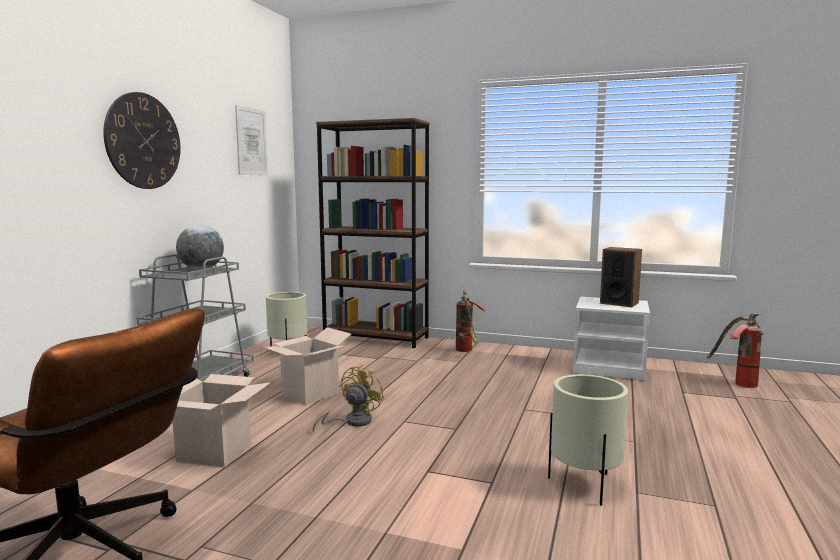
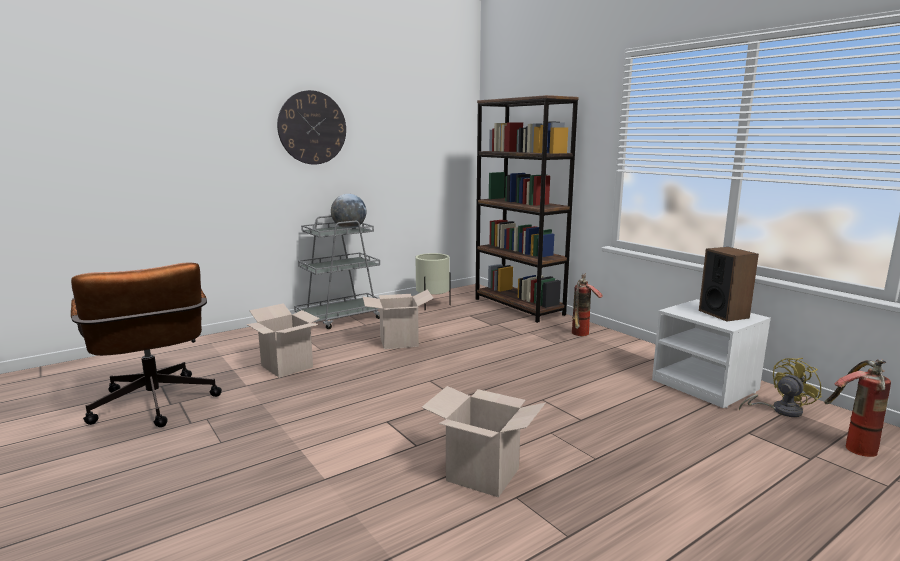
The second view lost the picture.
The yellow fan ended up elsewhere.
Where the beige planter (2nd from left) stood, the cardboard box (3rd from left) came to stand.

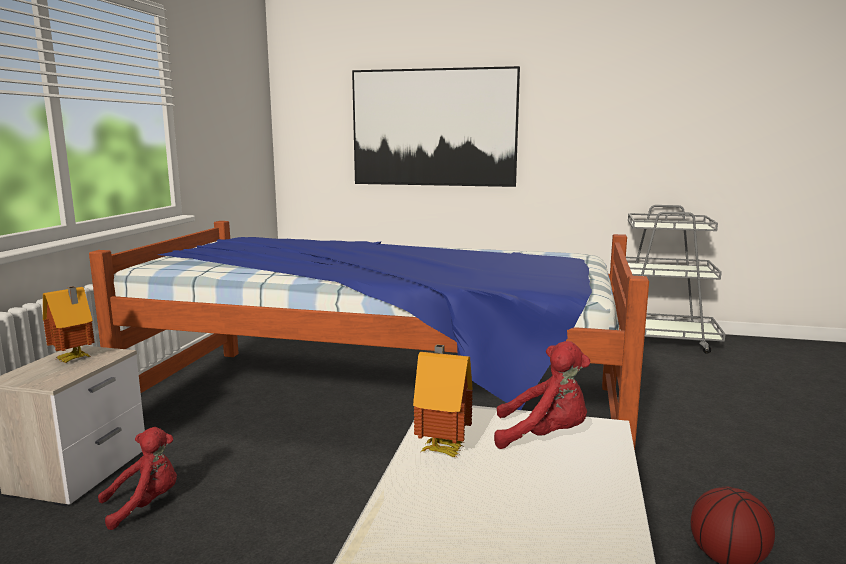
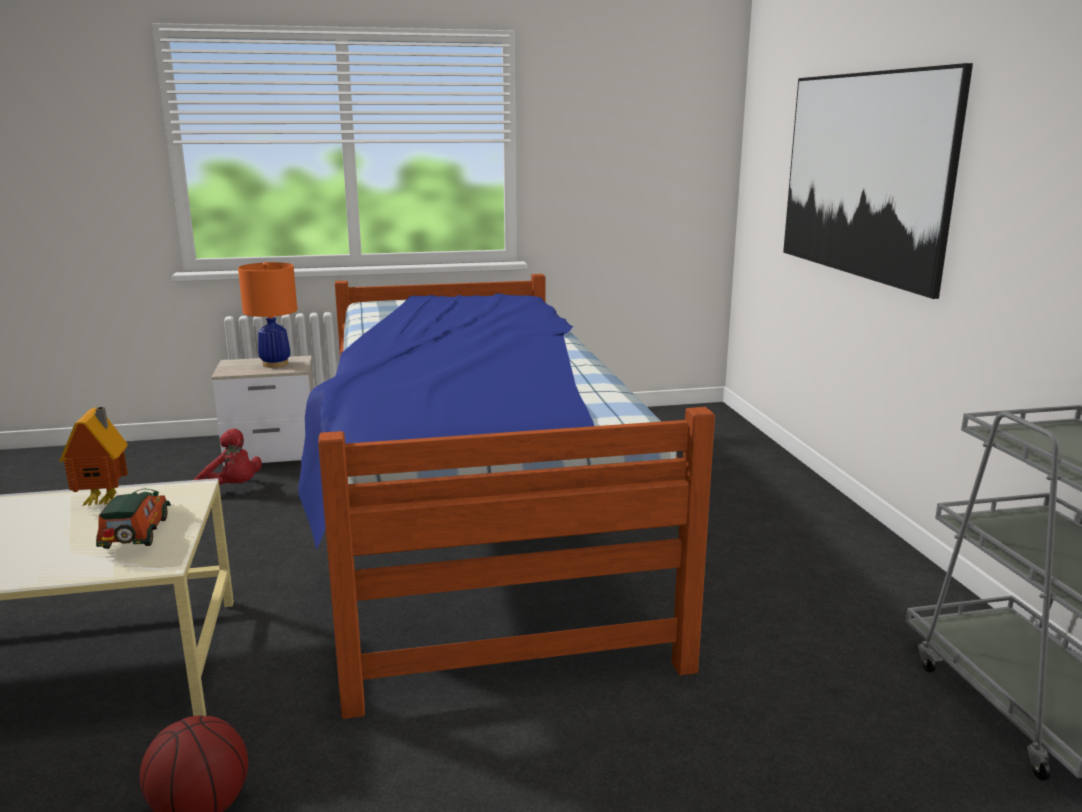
Where the toy house (1st from left) stood, the orange table lamp came to stand.
Where the red plush toy (2nd from left) stood, the toy car came to stand.

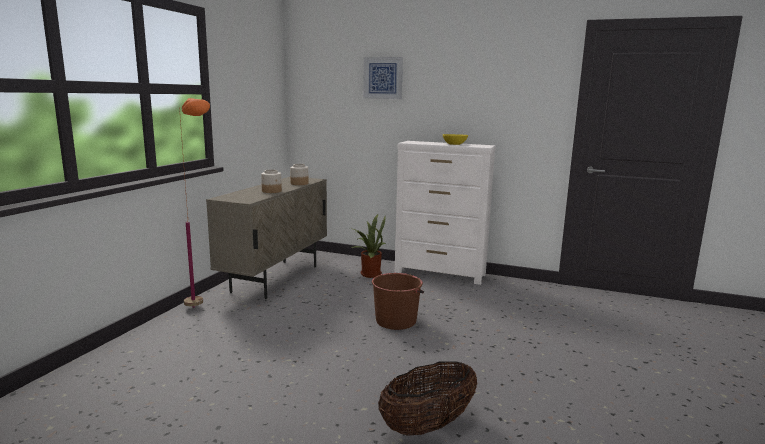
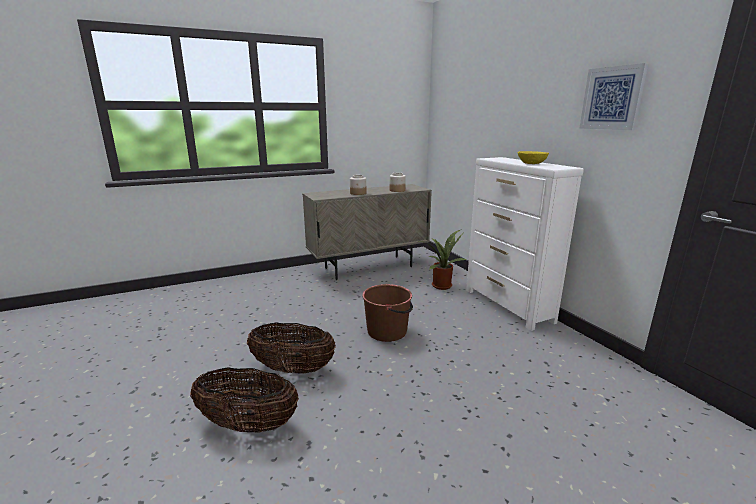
The second view lost the orange floor lamp.
The second view gained the basket (2nd from left).
The picture ended up elsewhere.

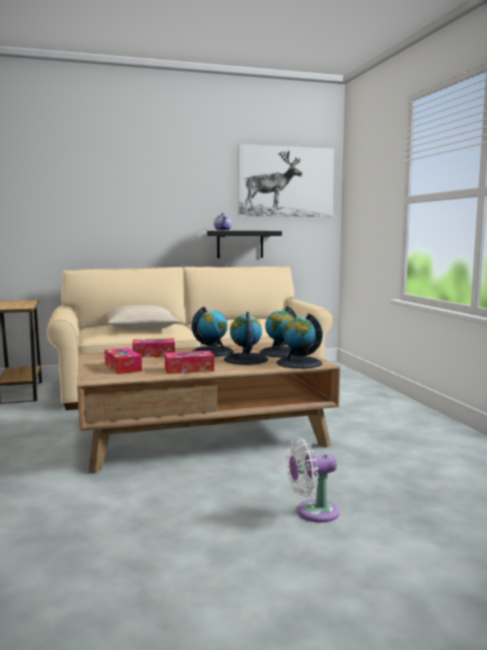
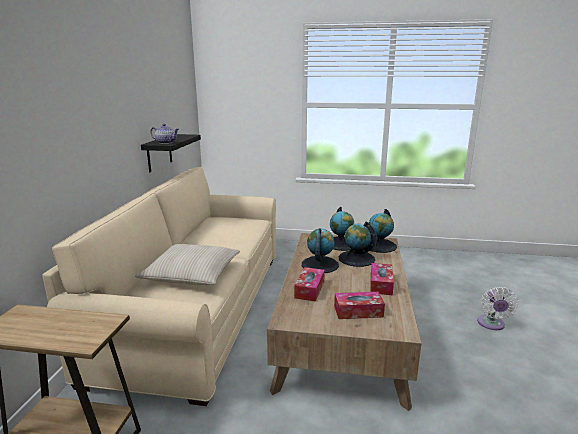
The second view lost the picture.

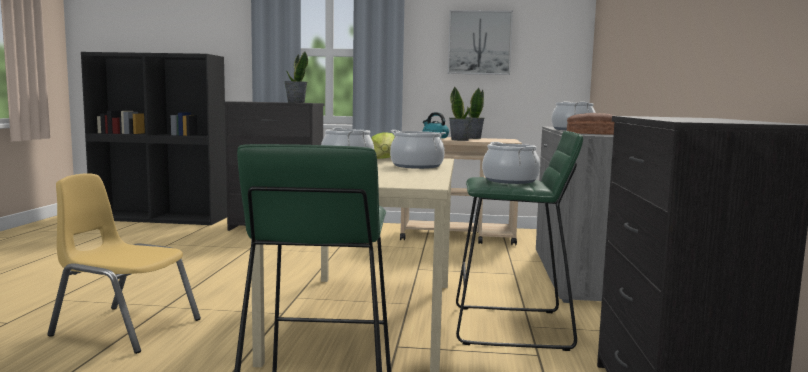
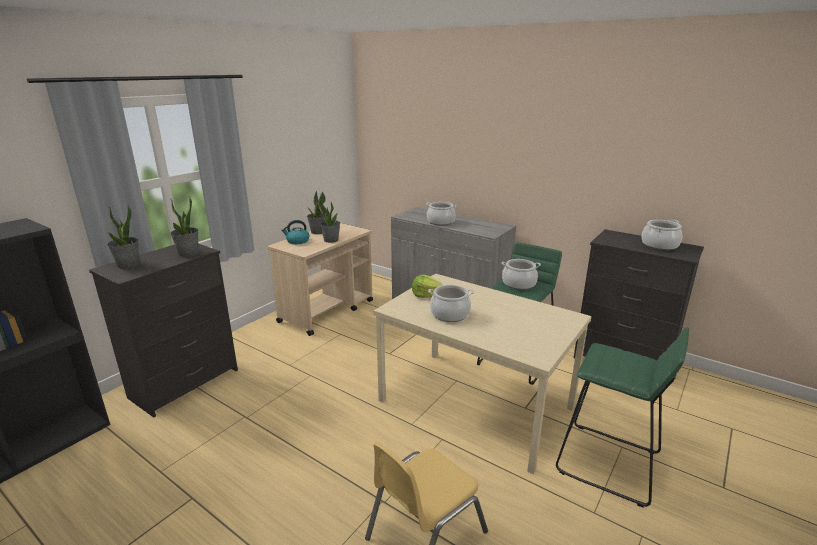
The second view lost the picture.
The second view lost the bread.
The second view gained the potted plant (1st from left).
The cooking pot (2nd from left in the first image) ended up elsewhere.

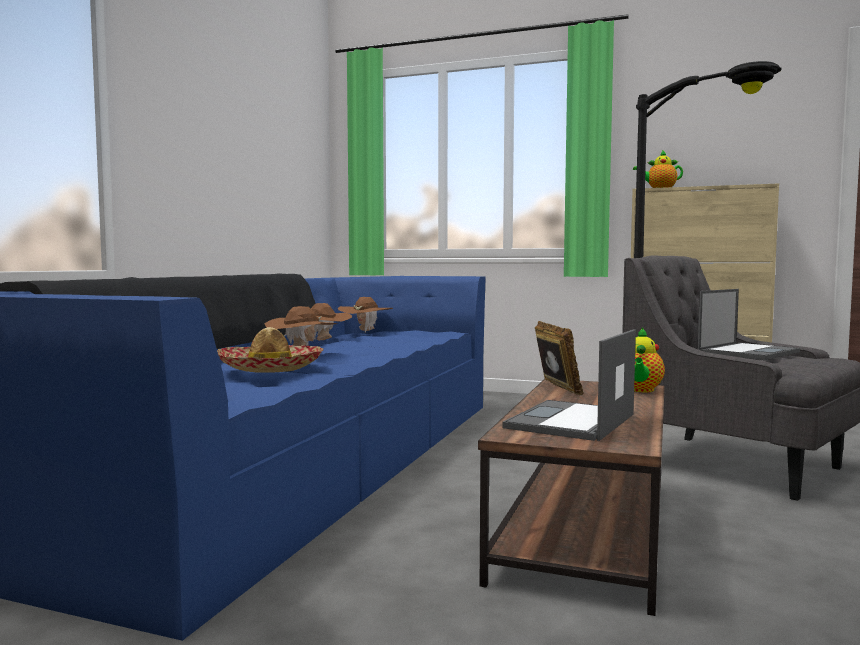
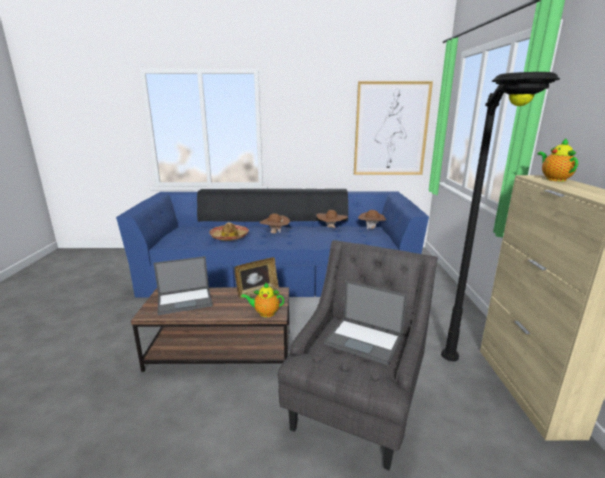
The second view gained the picture.
The laptop (1st from left) ended up facing another way, 150 degrees clockwise from before.

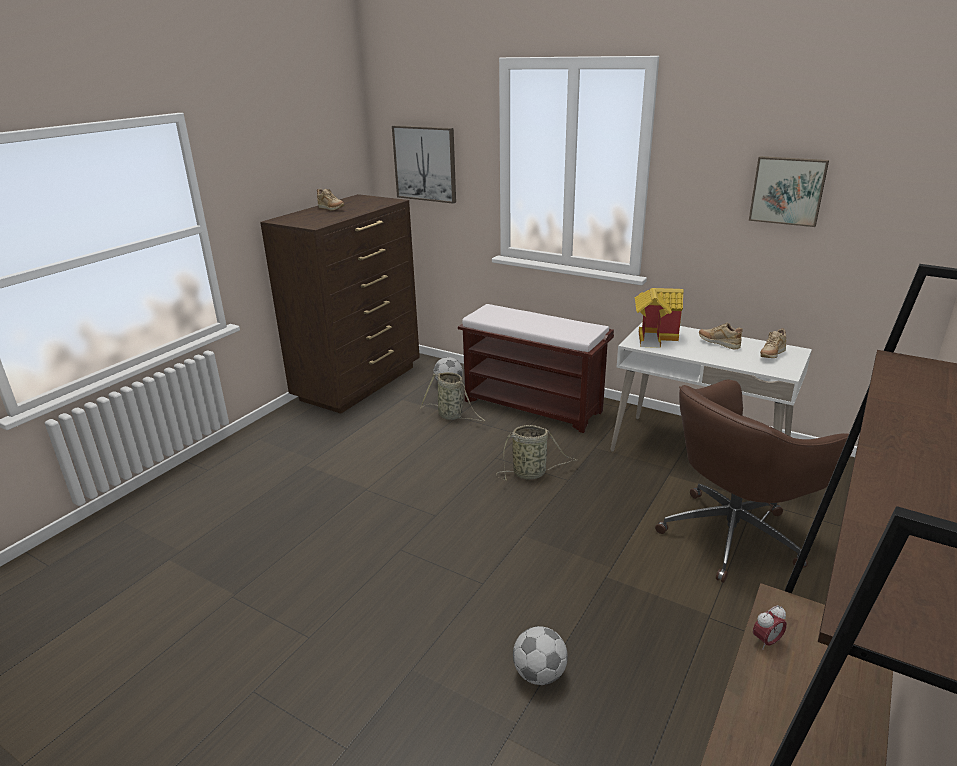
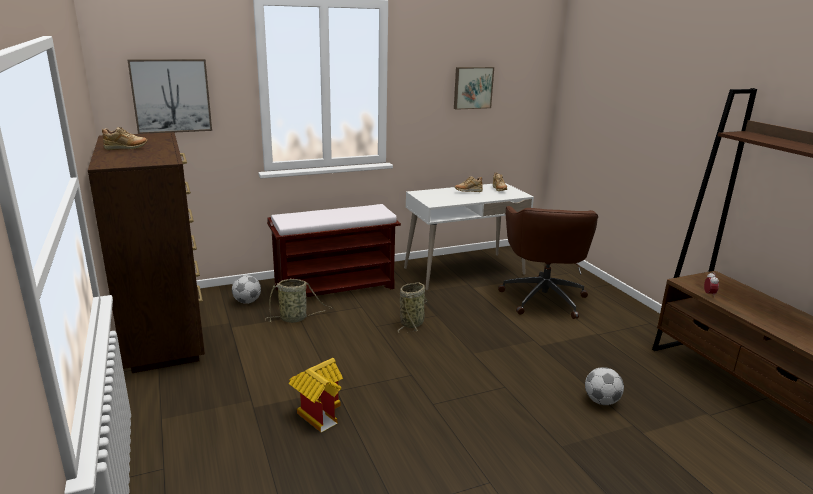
The toy house ended up elsewhere.

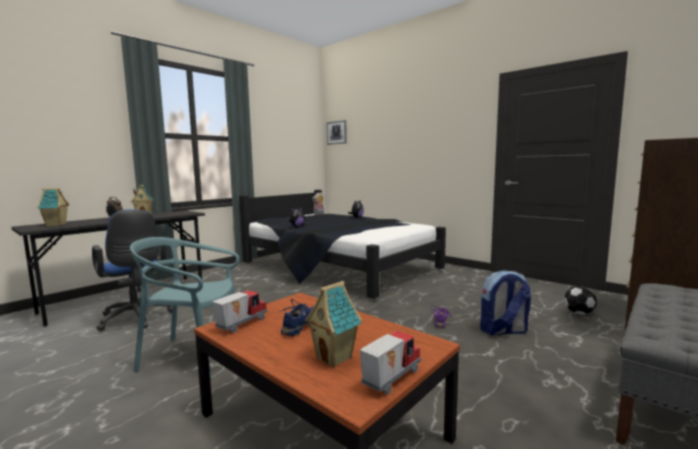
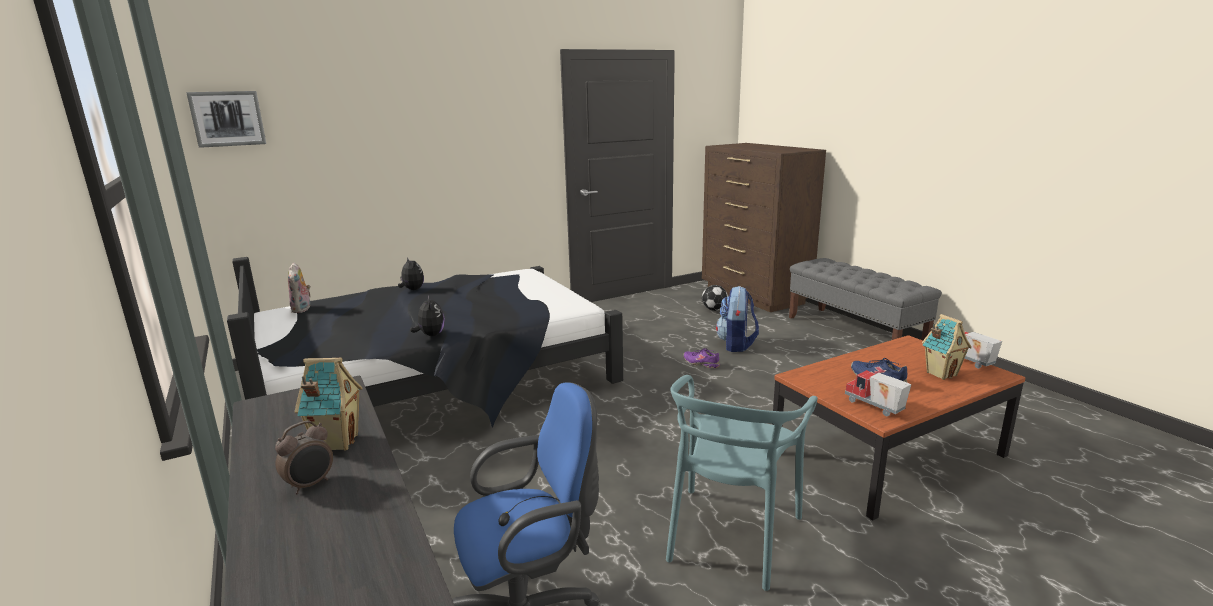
The second view lost the toy house (1st from left).

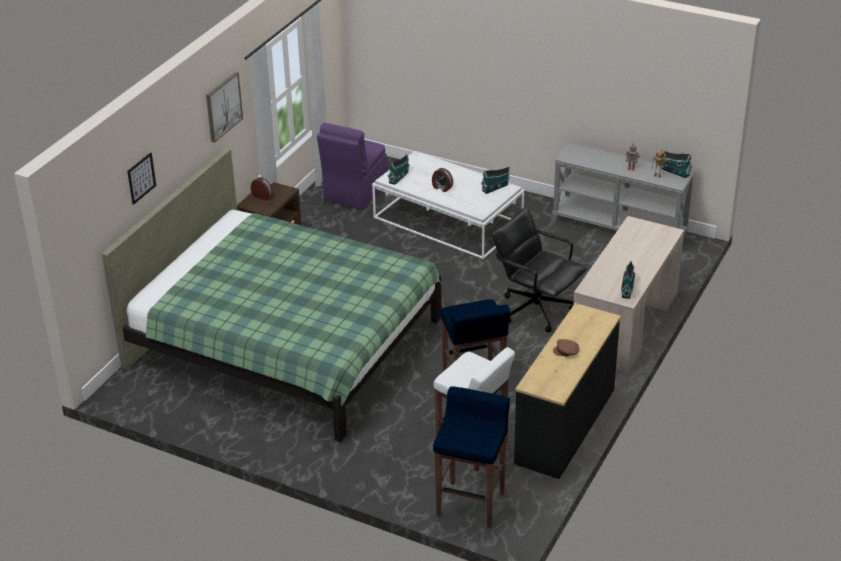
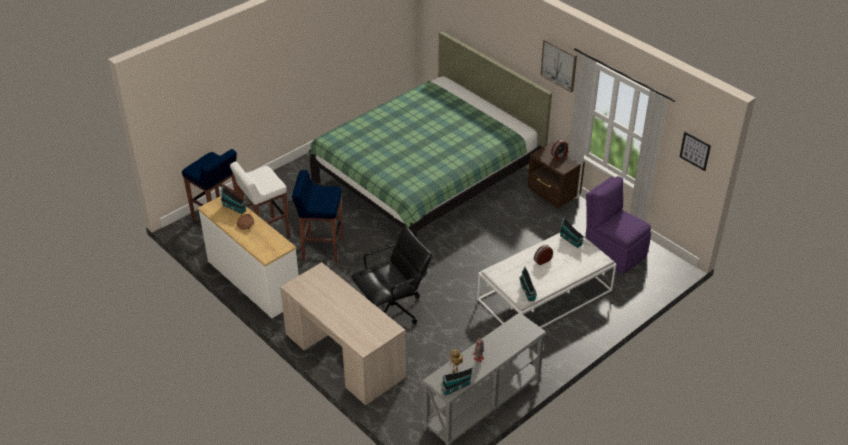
The picture (1st from left in the first image) ended up elsewhere.
The toy house (3rd from left in the first image) ended up elsewhere.
What was the black dresser turned into the white dresser.

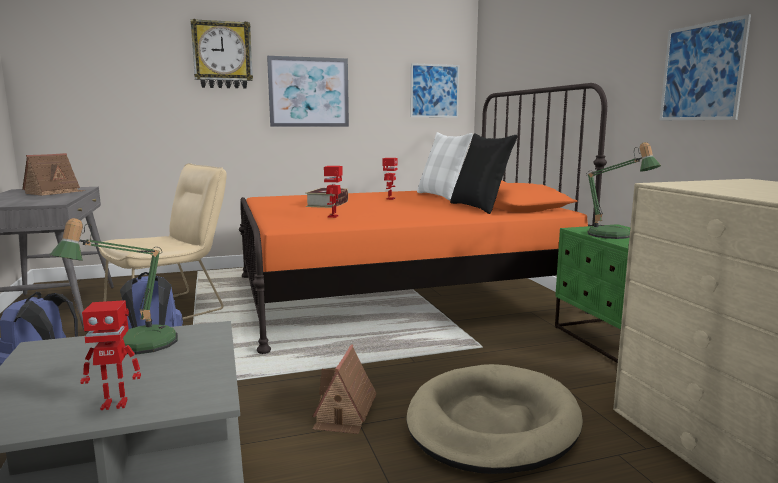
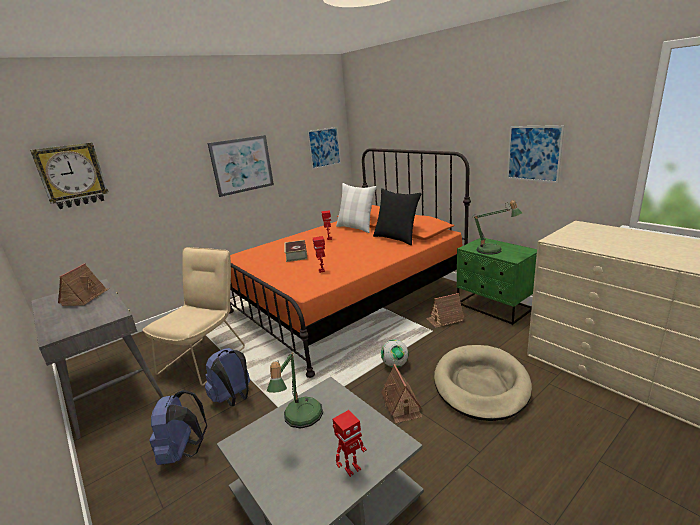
The second view gained the football.
The second view gained the toy house (3rd from left).
The wall clock ended up elsewhere.

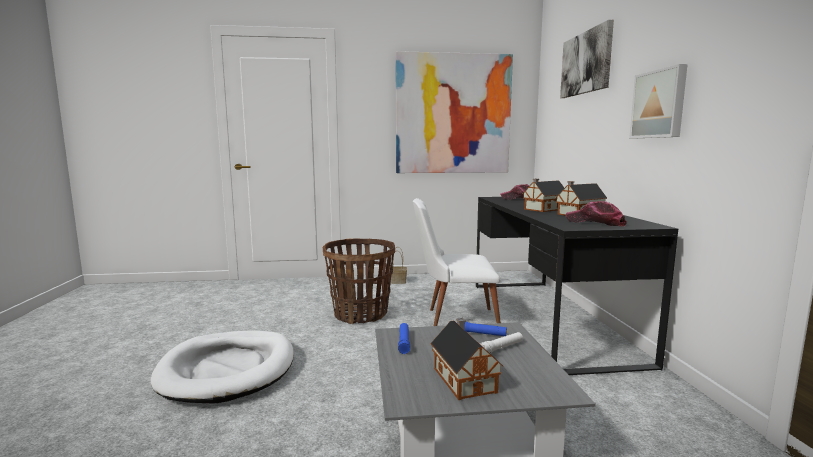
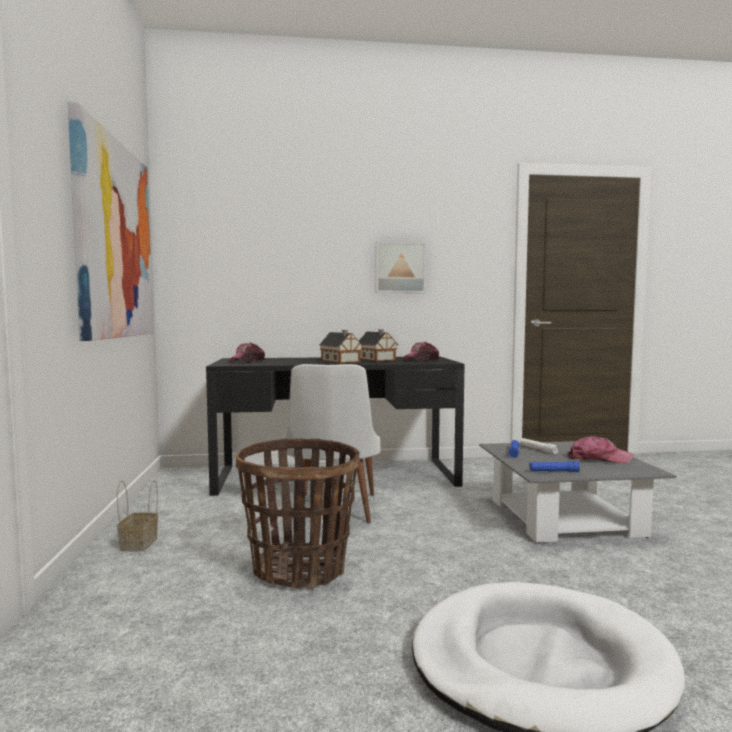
The second view lost the picture (2nd from left).
Where the toy house (1st from left) stood, the cap (3rd from left) came to stand.

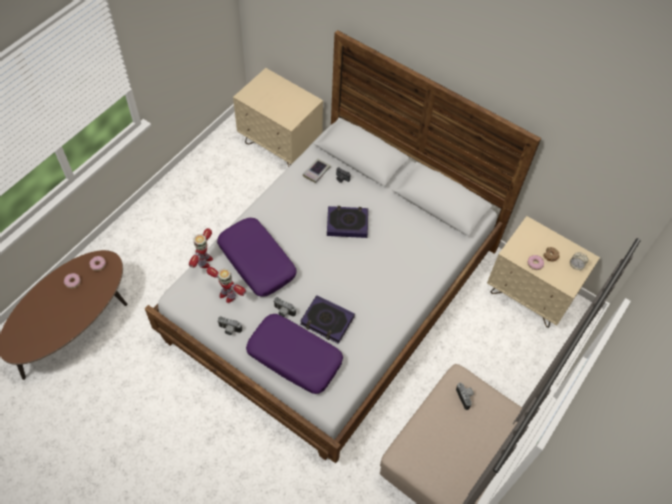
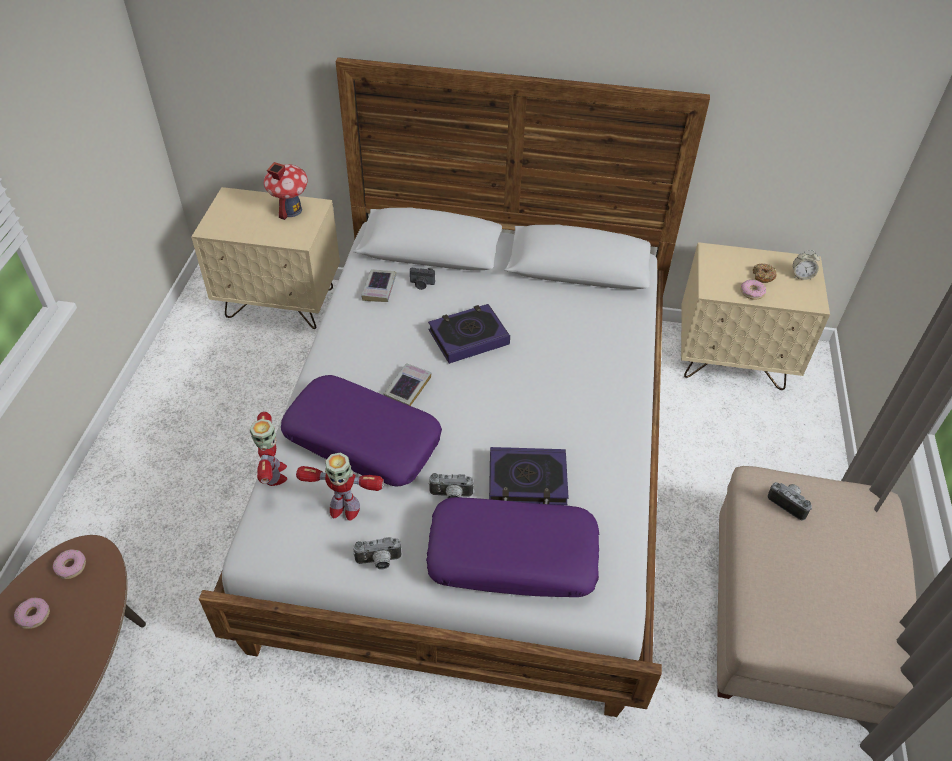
The second view gained the toy house.
The second view gained the book (2nd from left).

